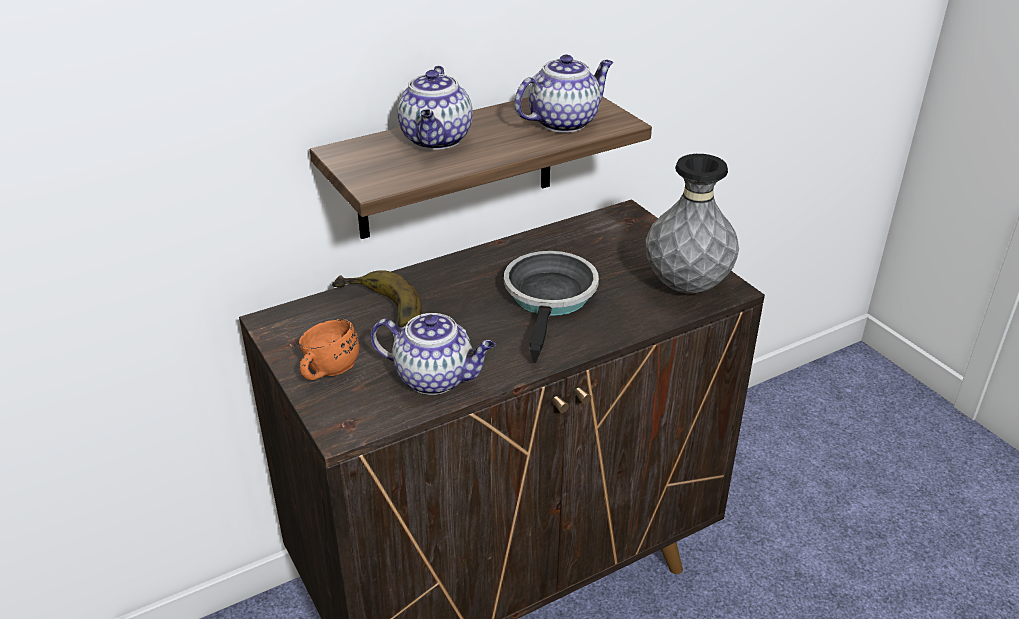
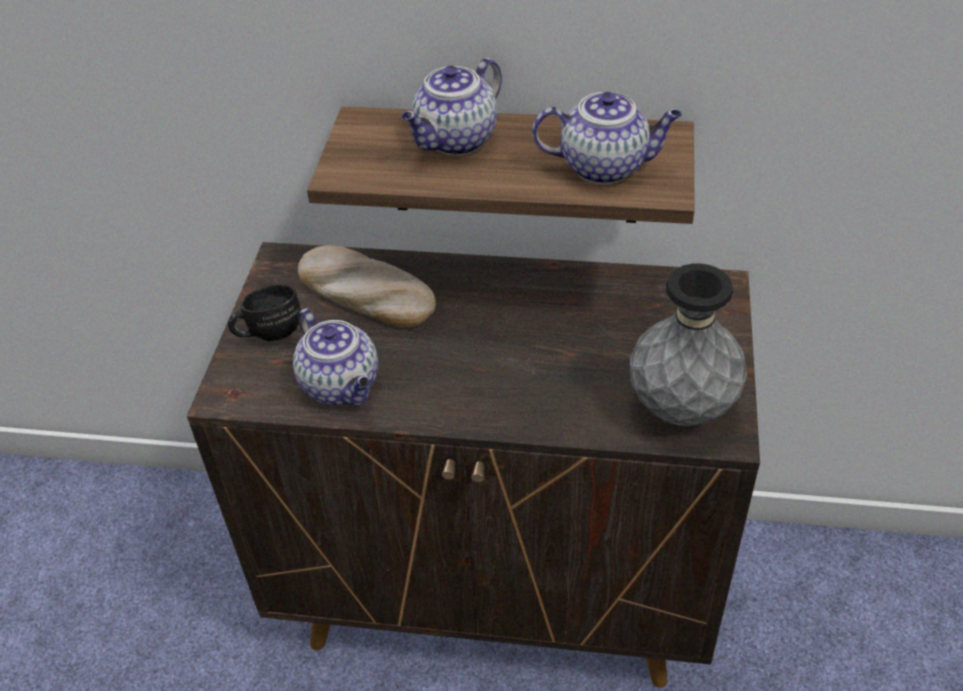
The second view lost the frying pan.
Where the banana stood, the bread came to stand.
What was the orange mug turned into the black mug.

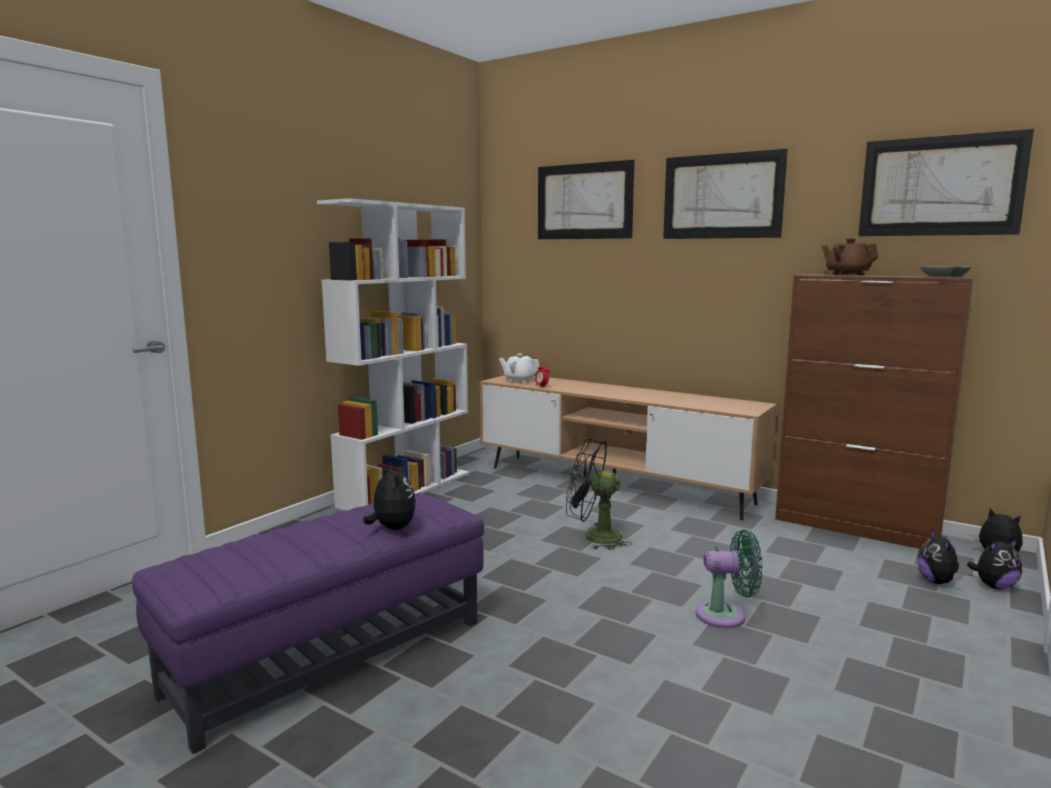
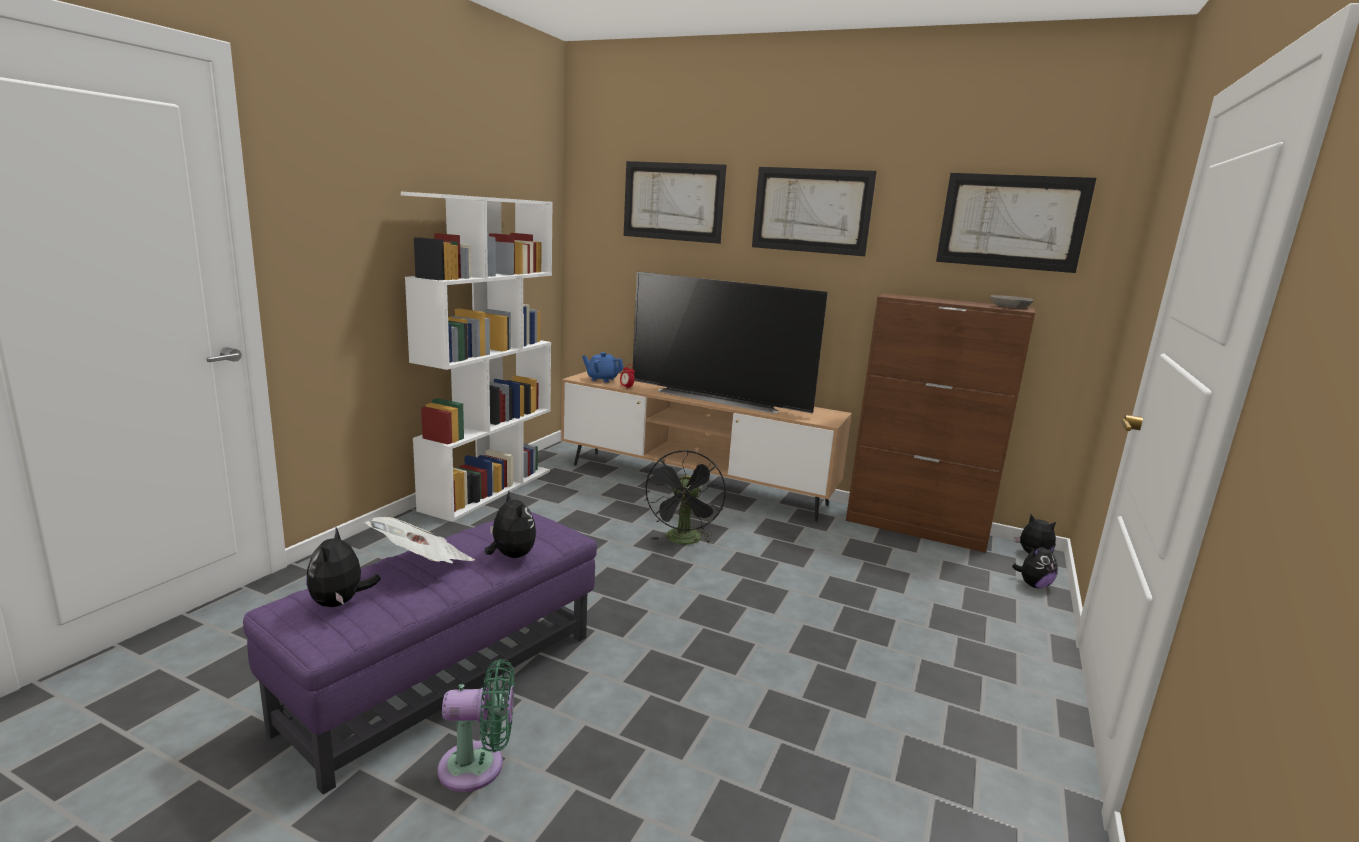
The second view lost the brown teapot.
The second view gained the newspaper.
The second view gained the television.
The green fan ended up elsewhere.
The plush toy (2nd from left in the first image) ended up elsewhere.
What was the white teapot turned into the blue teapot.
The black fan ended up facing another way, 90 degrees counterclockwise from before.

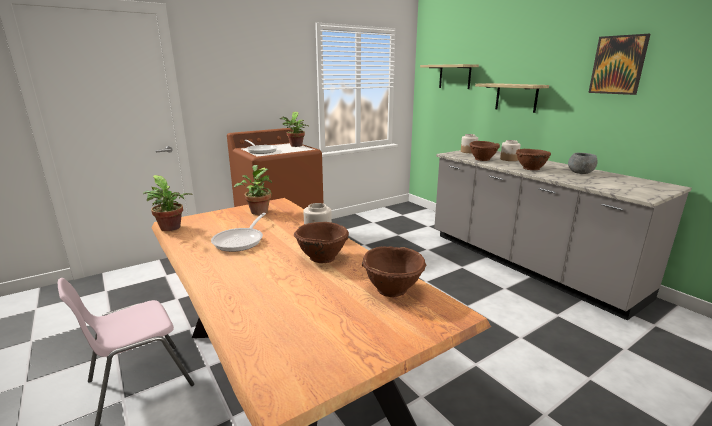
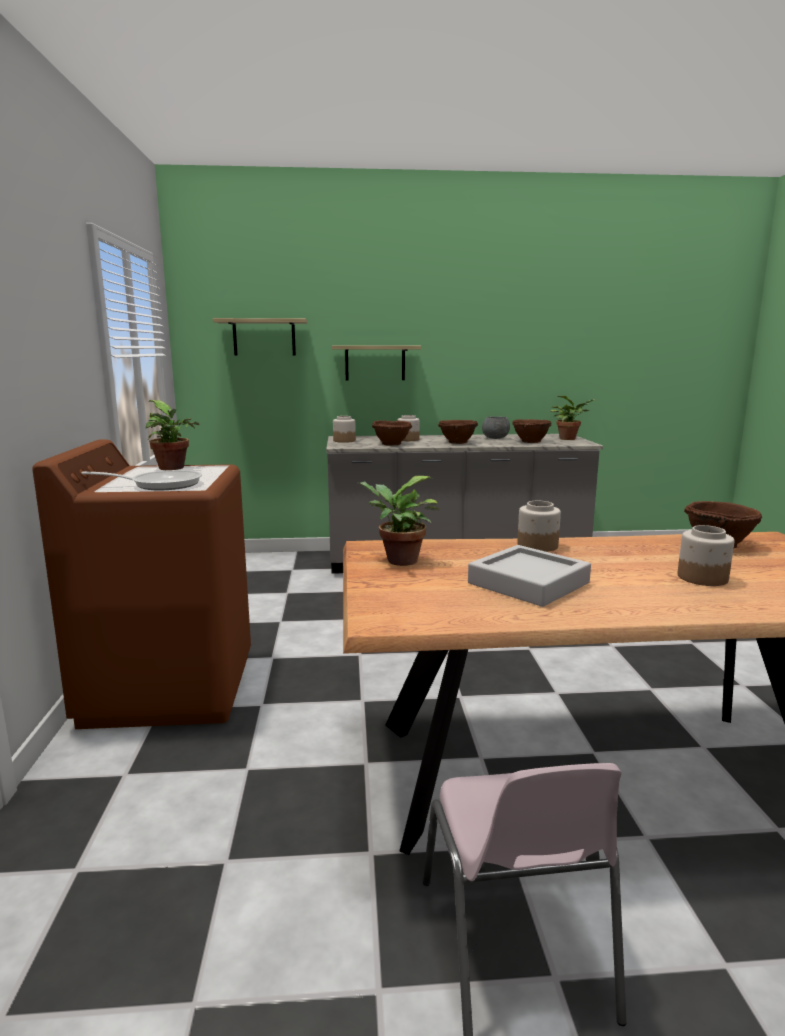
The second view lost the picture.
The second view gained the jar (4th from left).
The potted plant (1st from left in the first image) ended up elsewhere.
The brown bowl (1st from left in the first image) ended up elsewhere.
Where the frying pan (1st from left) stood, the grey tray came to stand.

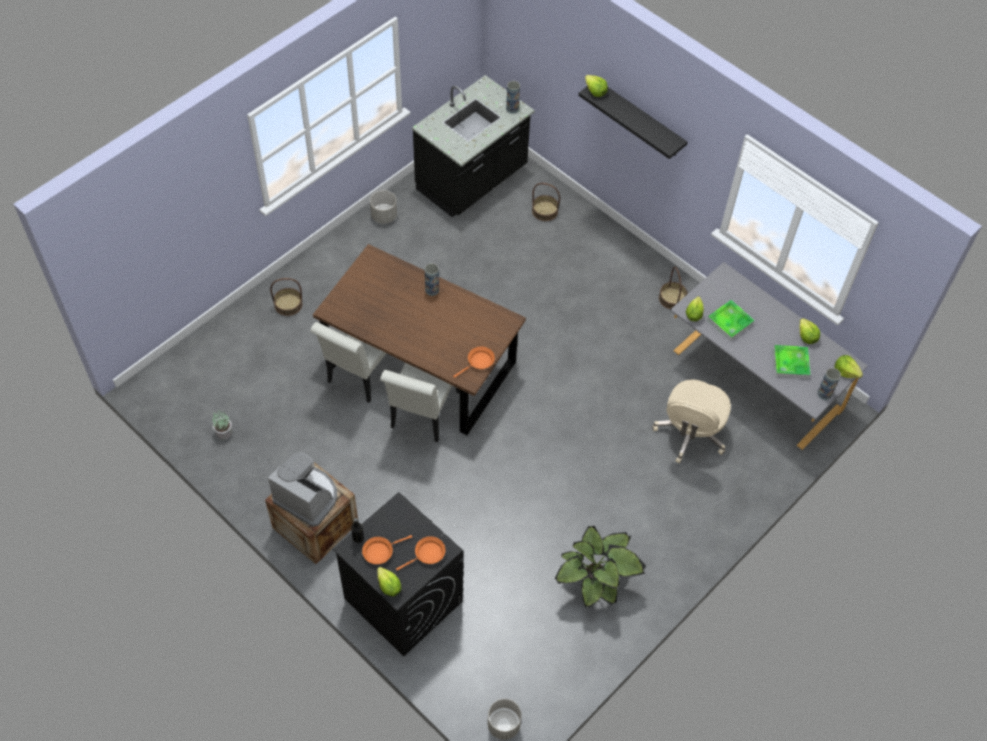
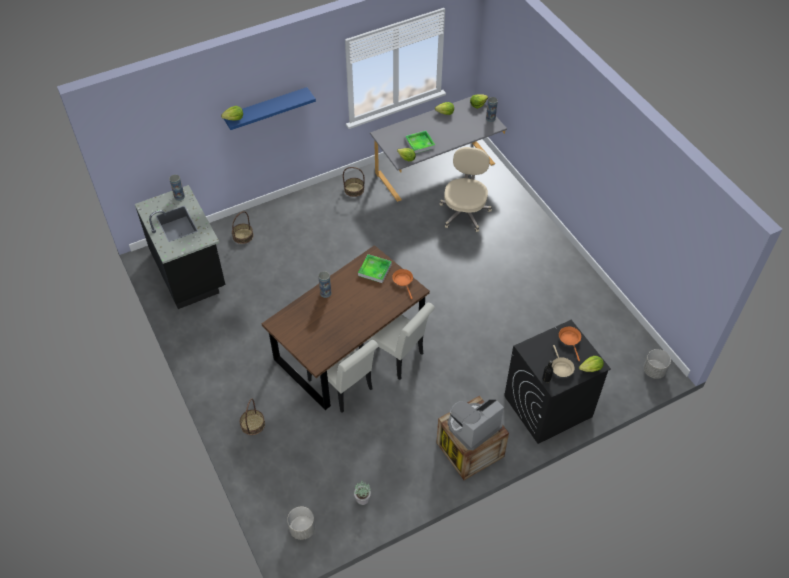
The second view lost the potted plant (2nd from left).
The grey planter (1st from left) ended up elsewhere.
The tray (2nd from left in the first image) ended up elsewhere.
What was the orange frying pan (1st from left) turned into the beige frying pan.
What was the black shelf turned into the blue shelf.
The beige office chair ended up facing another way, 120 degrees counterclockwise from before.

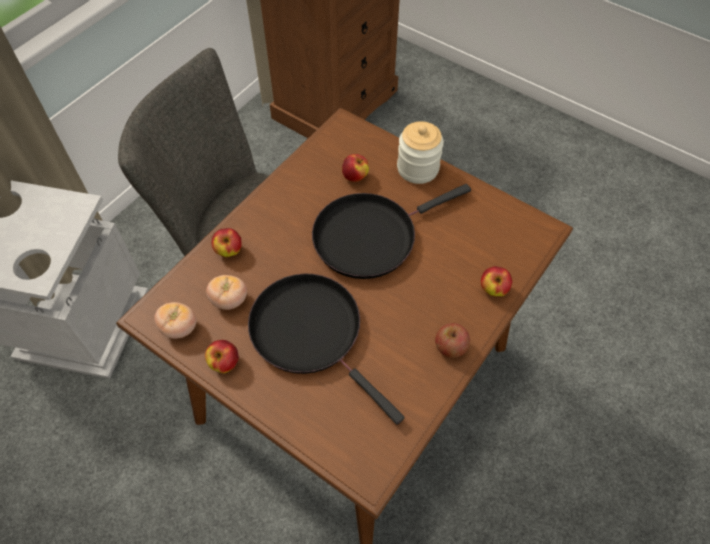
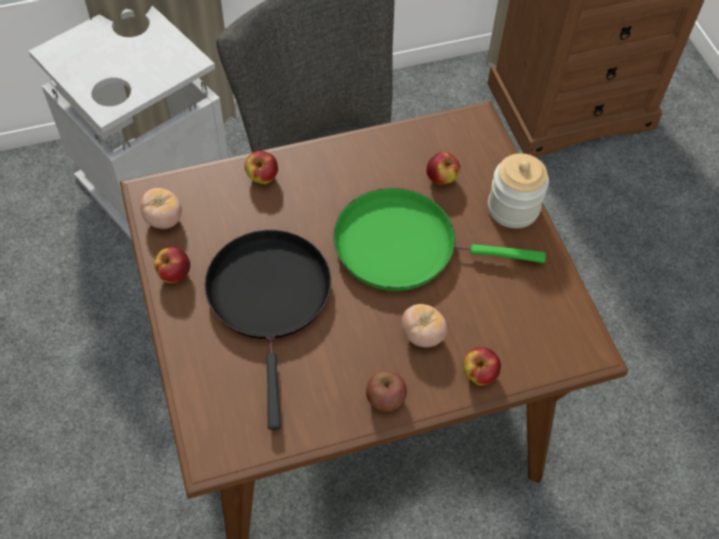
The tomato (2nd from left) ended up elsewhere.
What was the black frying pan (2nd from left) turned into the green frying pan.

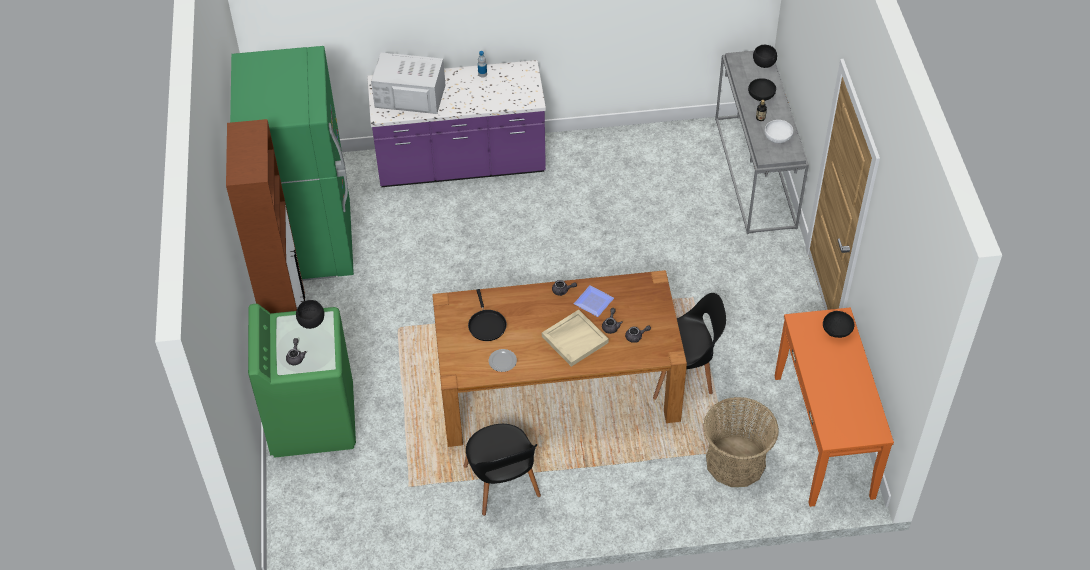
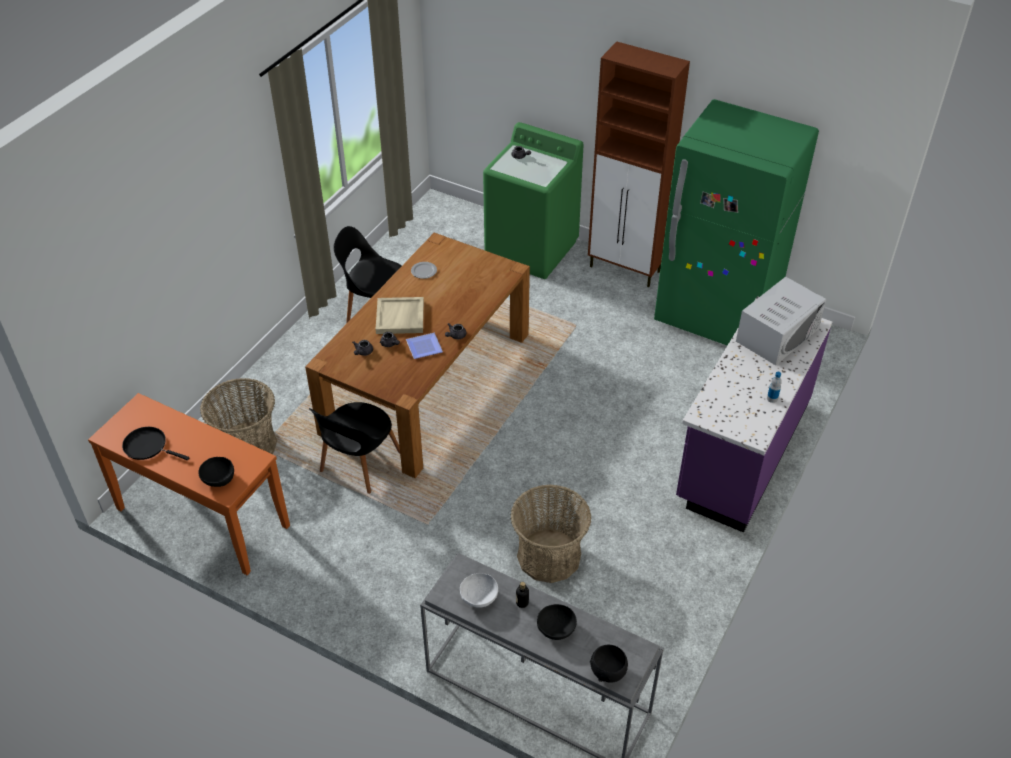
The second view lost the black bowl (1st from left).
The second view gained the basket (2nd from left).
The black frying pan ended up elsewhere.

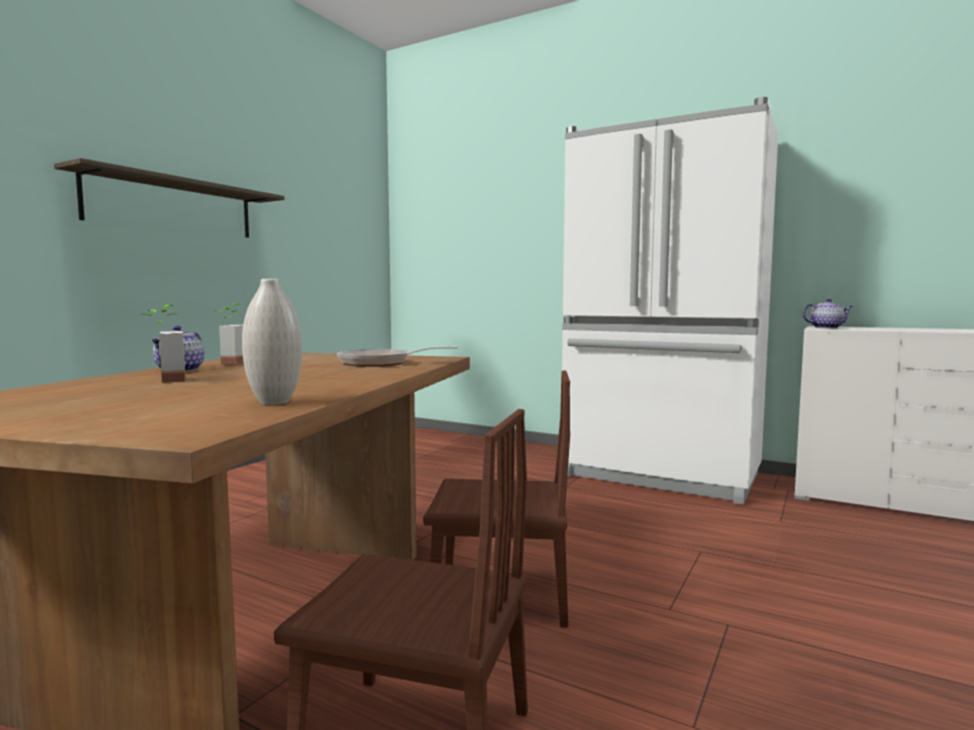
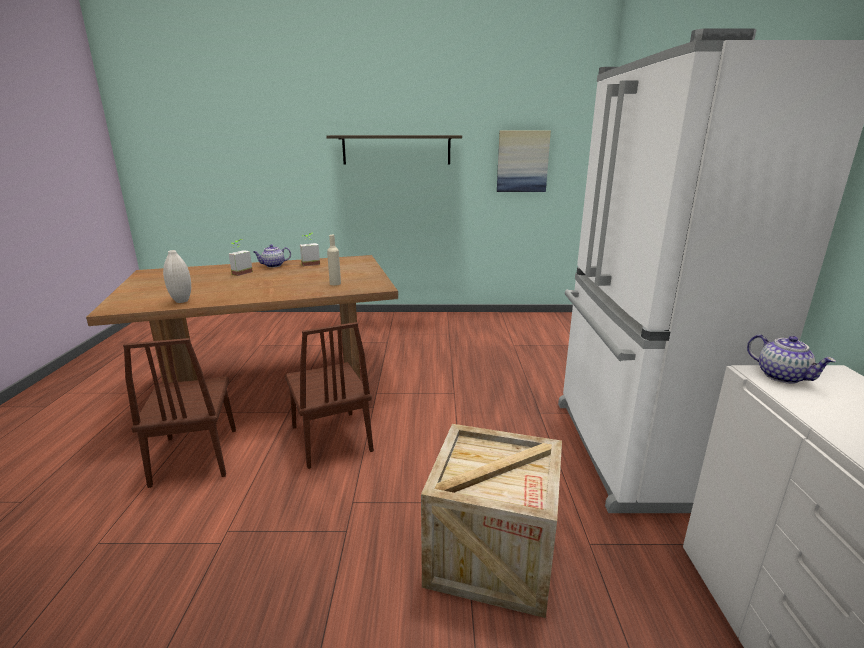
The second view gained the crate.
The second view gained the picture.
Where the frying pan stood, the beige bottle came to stand.

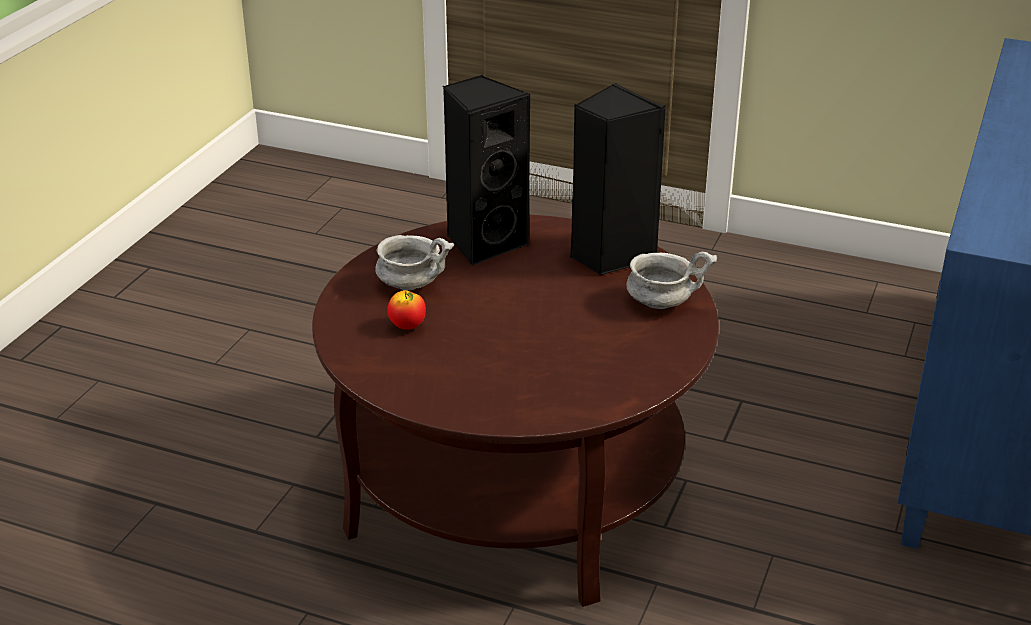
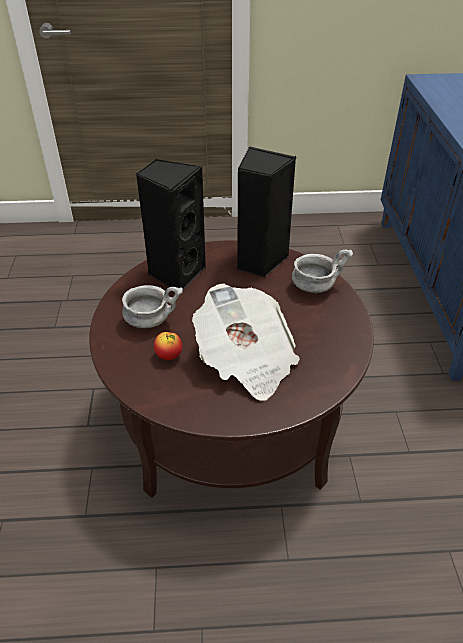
The second view gained the newspaper.

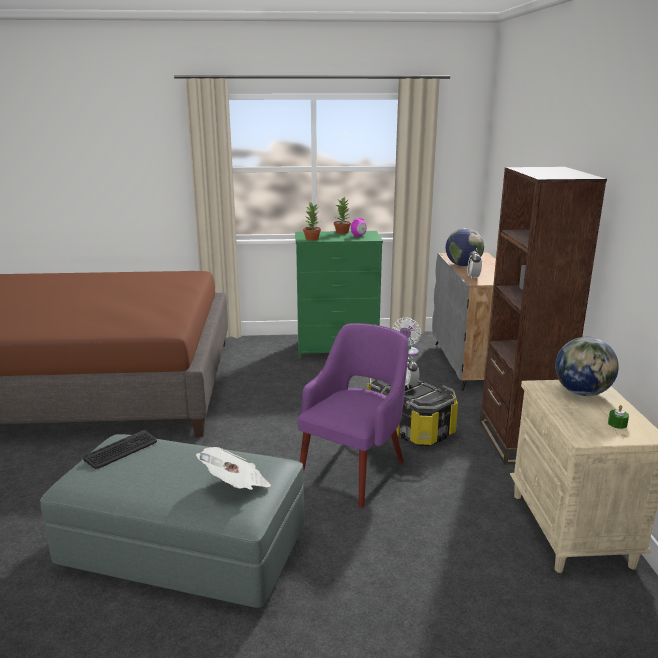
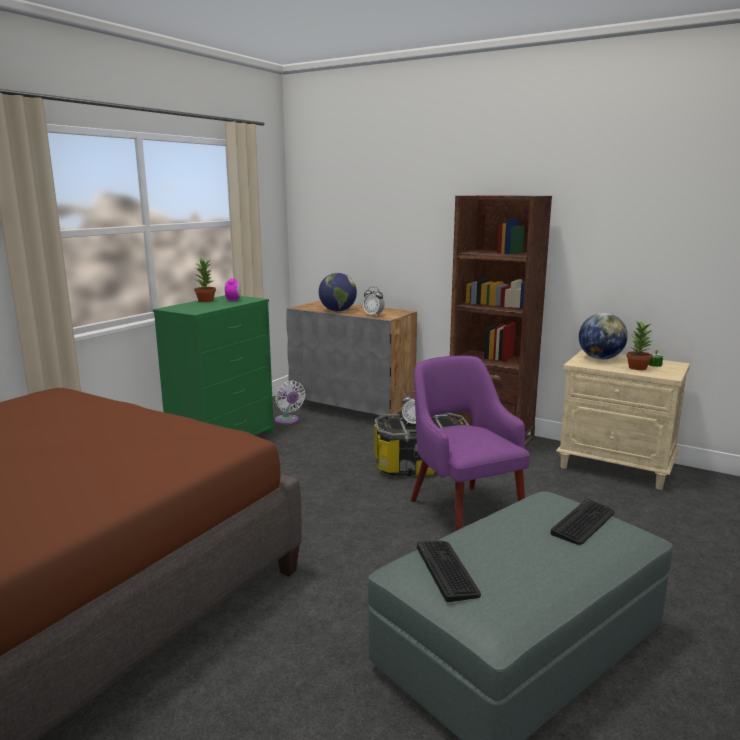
The potted plant (1st from left in the first image) ended up elsewhere.
Where the newspaper stood, the keyboard (2nd from left) came to stand.

